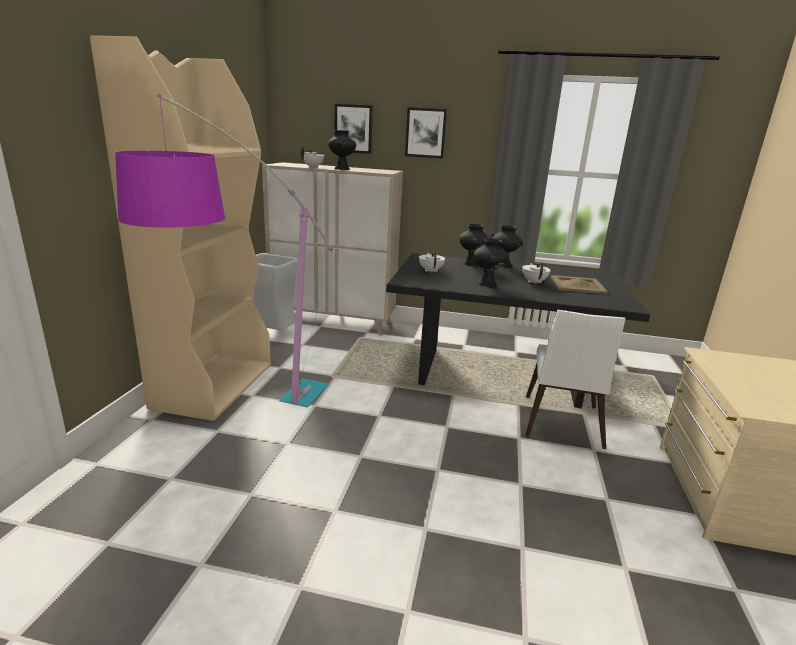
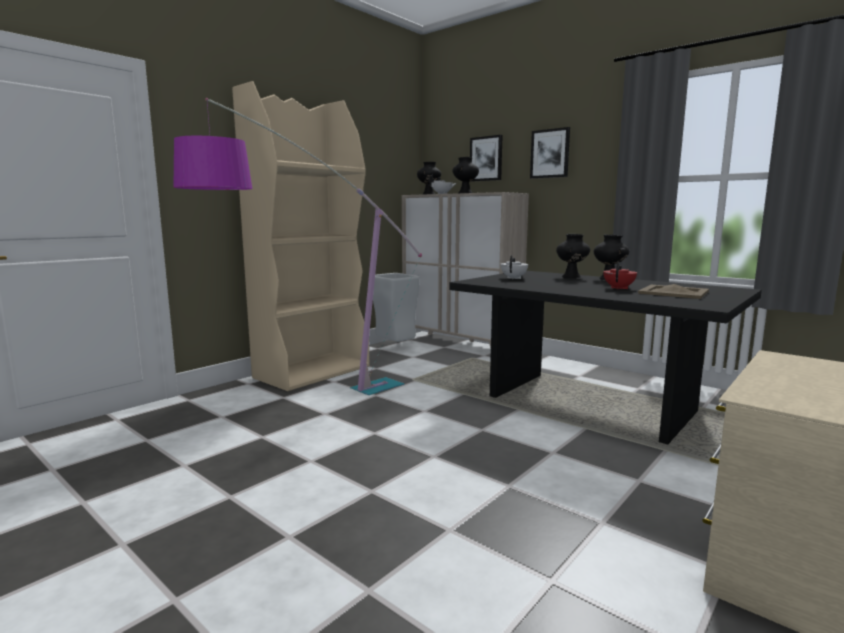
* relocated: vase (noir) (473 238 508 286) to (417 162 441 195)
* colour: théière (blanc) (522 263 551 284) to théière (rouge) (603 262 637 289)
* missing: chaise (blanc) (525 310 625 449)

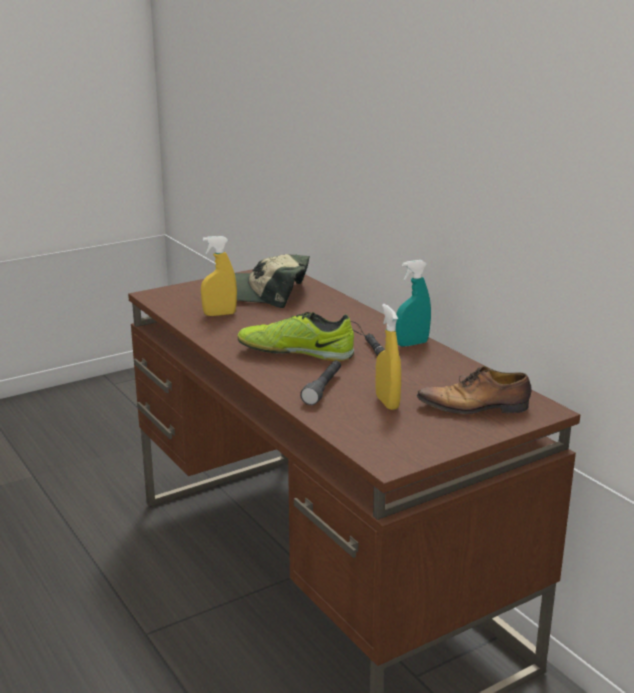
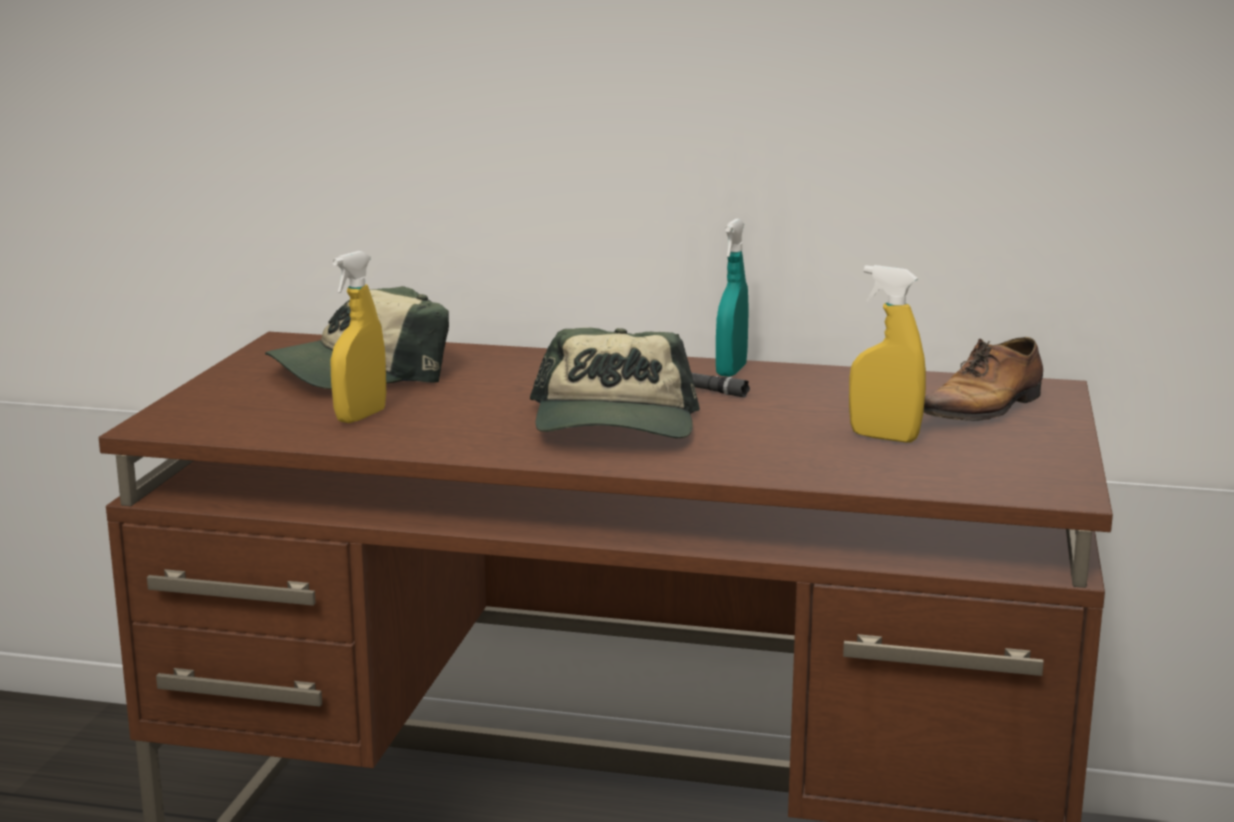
* exchanged: chaussure (237 312 354 361) to casquette (530 328 700 438)
* missing: lampe de poche (gris) (300 360 341 405)

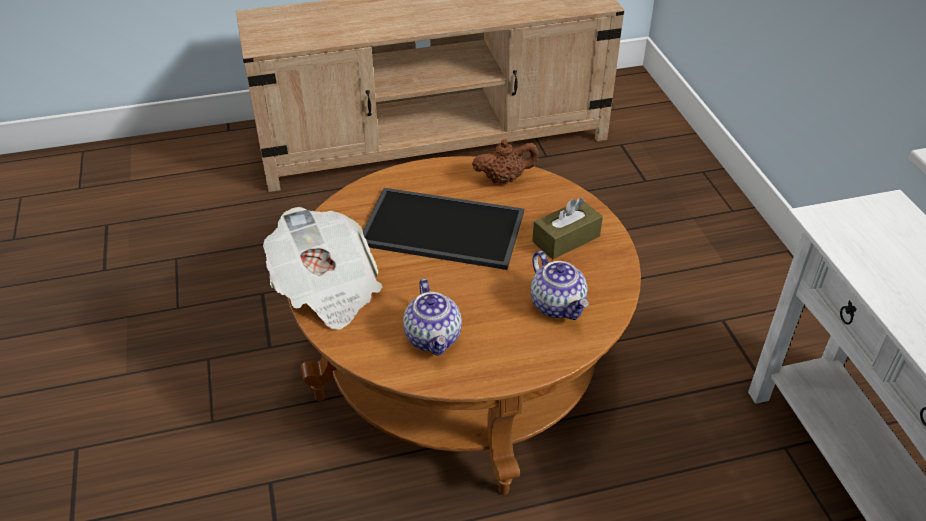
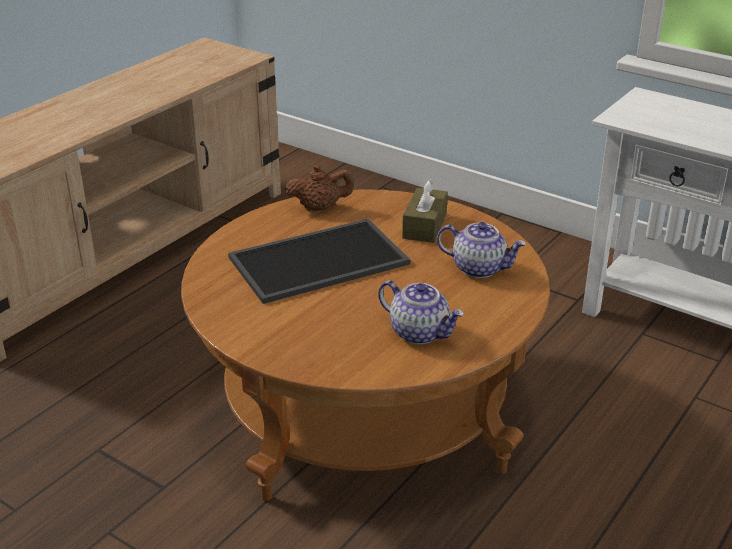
* spun: théière (marron) (472 139 539 183) = (285 164 354 211) 45 degrees clockwise
* missing: journal (263 207 382 329)

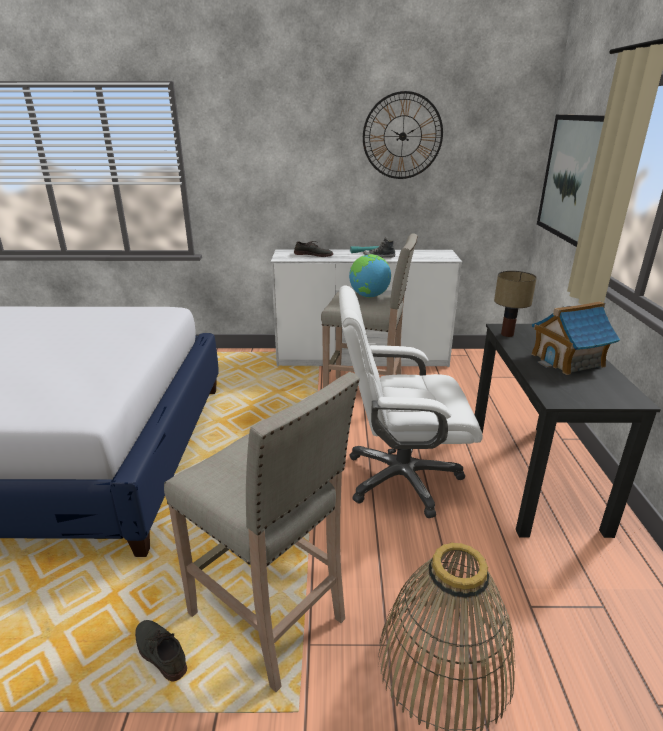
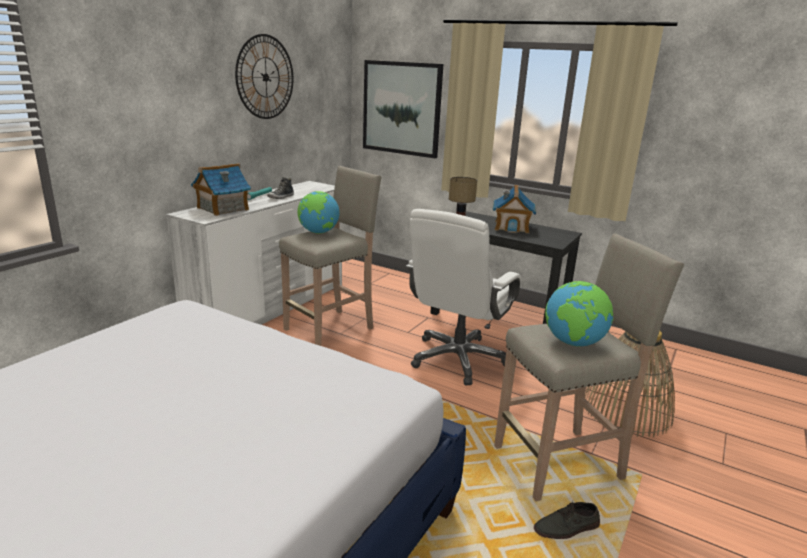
* exchanged: chaussure (gris) (294 241 333 257) to maison miniature (191 163 251 216)
* appeared: globe (545 281 613 347)

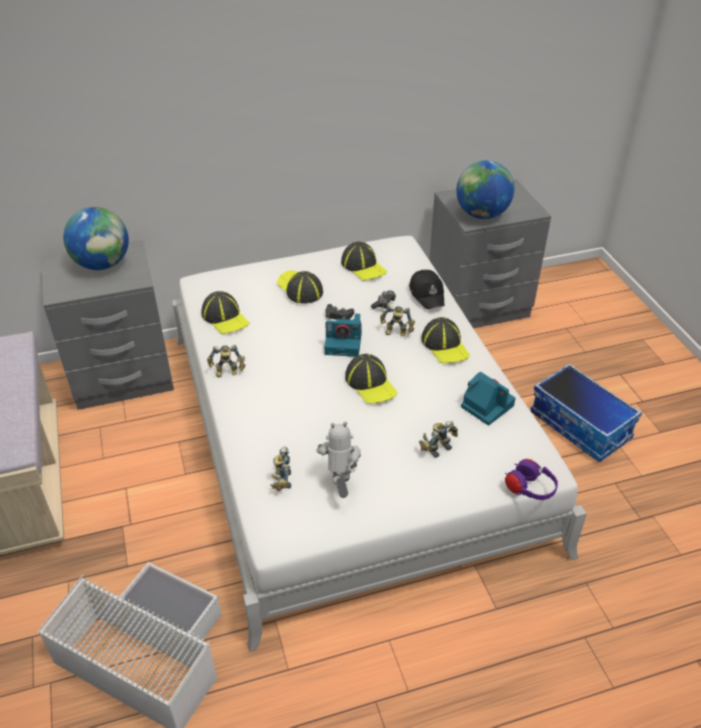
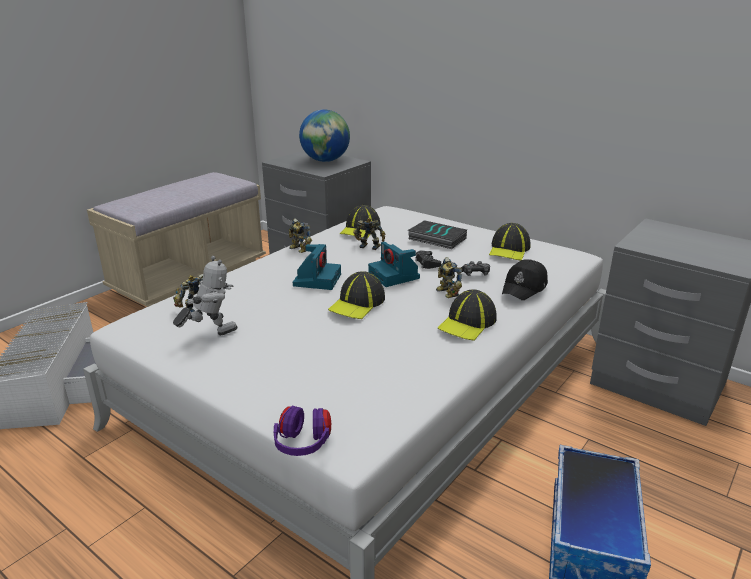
* missing: globe (456 160 514 219)
* exchanged: casquette (277 270 323 304) to livre (408 220 467 249)
* relocated: appareil photo (461 372 516 425) to (293 244 341 290)
* relocated: robot jouet (419 421 458 458) to (353 218 386 250)

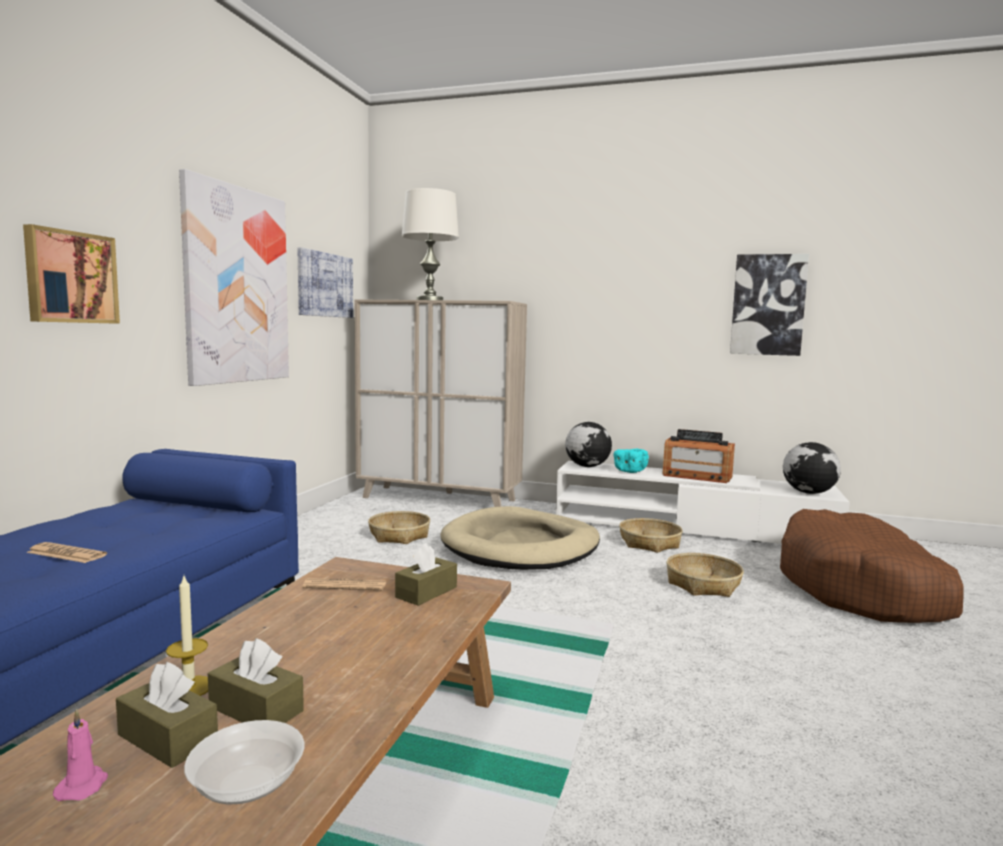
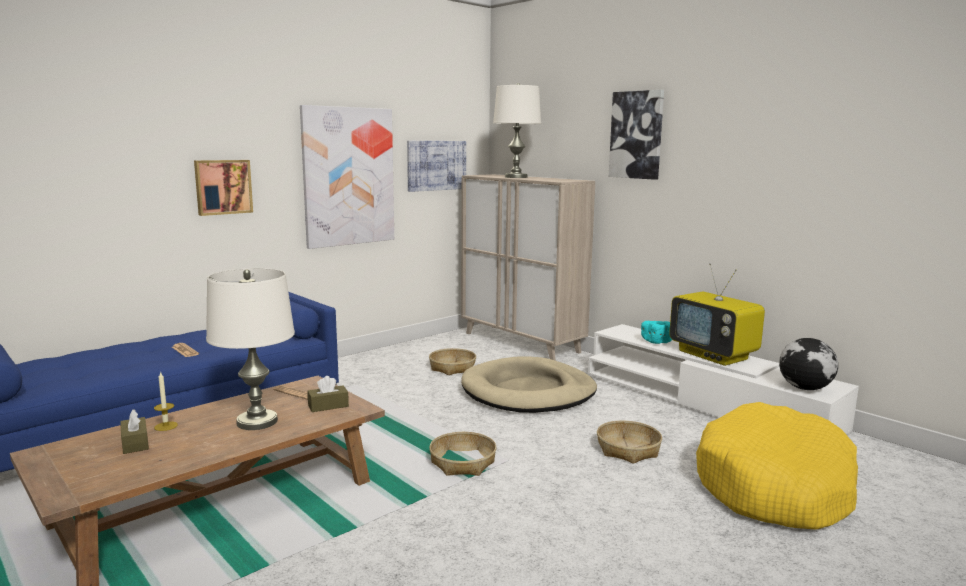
* relocated: tableau (730 254 809 356) to (609 90 664 180)
* missing: globe (565 422 612 467)
* exchanged: radio (662 429 735 483) to téléviseur (669 263 765 366)
* colour: panier pour chien (marron) (780 509 964 623) to panier pour chien (jaune) (696 402 858 530)
* relocated: panier (619 518 683 553) to (429 432 497 476)
* missing: boîte à mouchoirs (marron) (208 638 304 723)
* missing: bougie (rose) (53 708 108 801)
* missing: bol (184 720 304 804)
* appeared: lampe de table (blanc) (206 268 295 430)

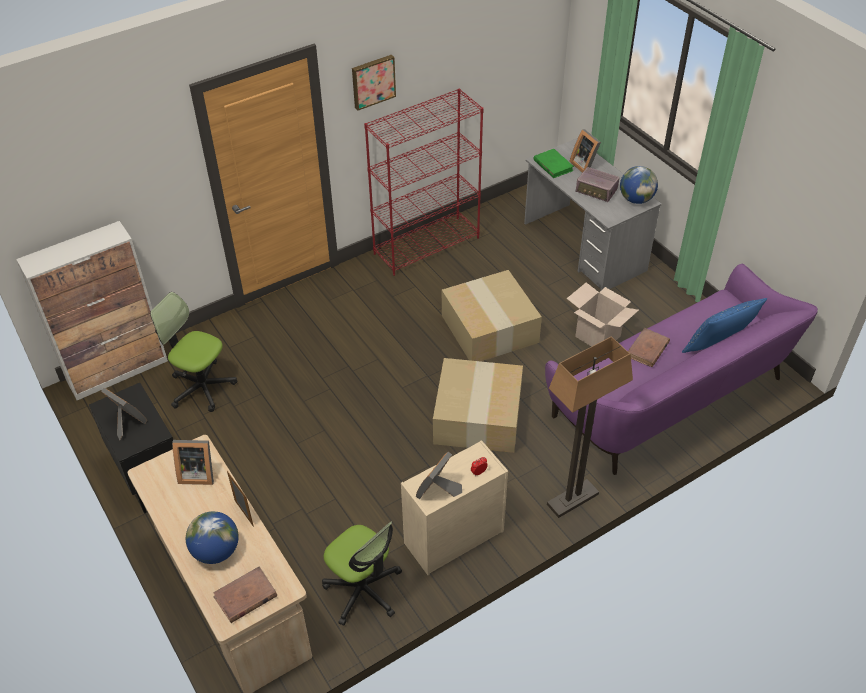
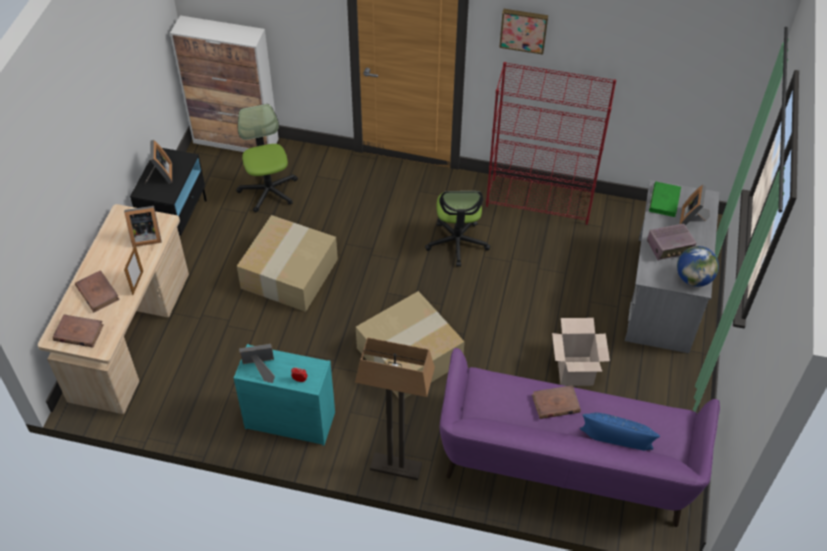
* spun: radio (576 167 620 202) = (647 224 696 261) 90 degrees counterclockwise
* relocated: carton (442 270 542 361) to (237 215 338 312)
* spun: cadre photo (172 440 214 485) = (124 206 162 247) 60 degrees counterclockwise
* colour: commode (beige) (401 440 508 575) to commode (turquoise) (234 344 335 446)
* exchanged: globe (186 511 239 564) to livre (marron) (75 270 120 312)
* relocated: chaise de bureau (322 521 402 626) to (425 191 491 267)

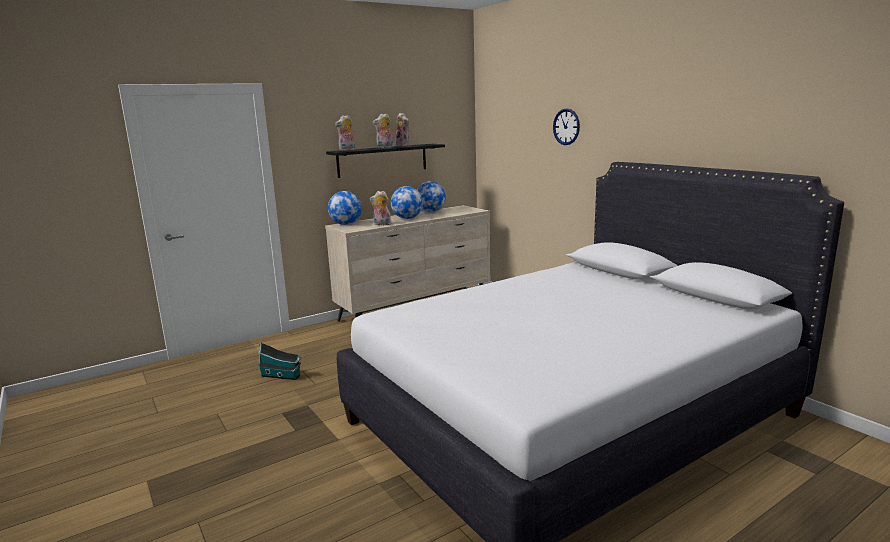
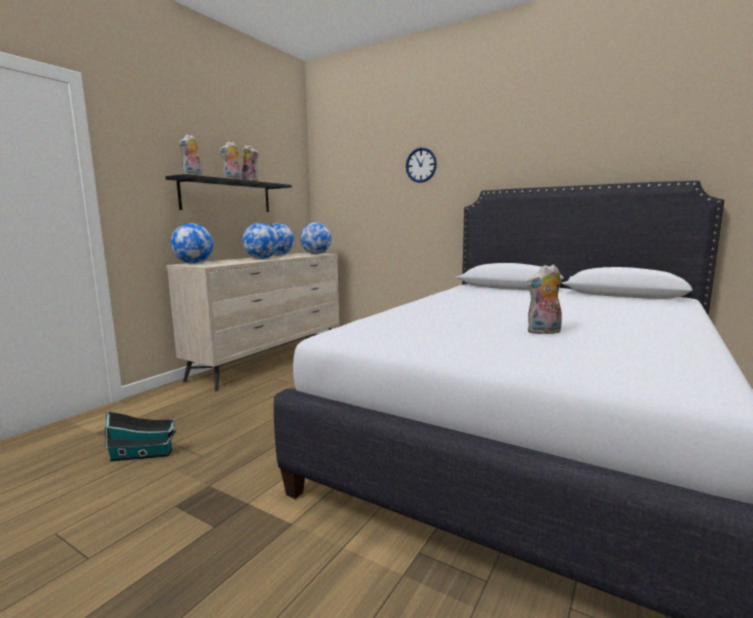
* relocated: peluche (370 191 391 225) to (527 264 562 335)
* appeared: globe (300 222 331 254)

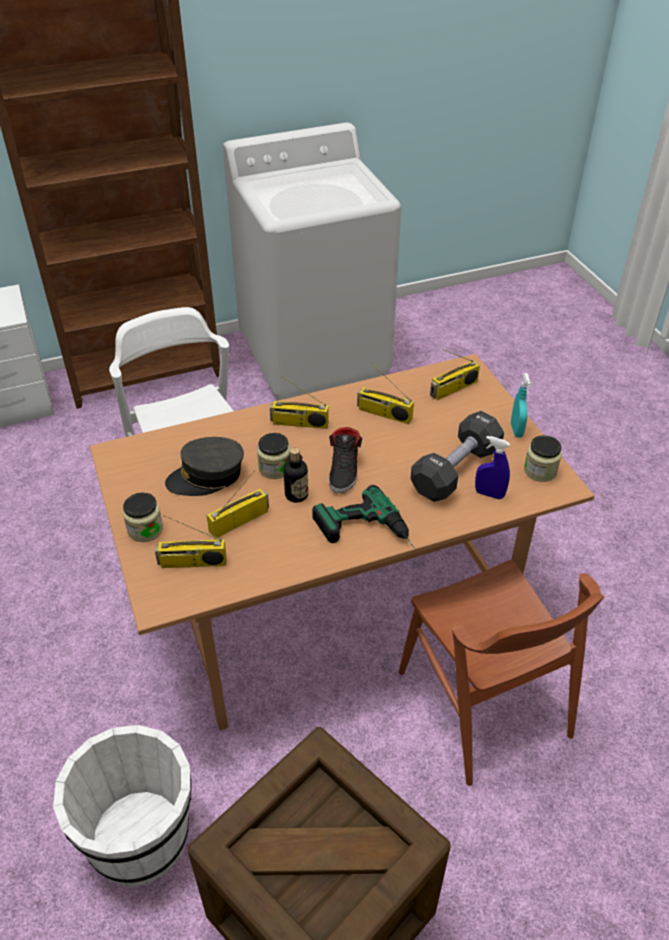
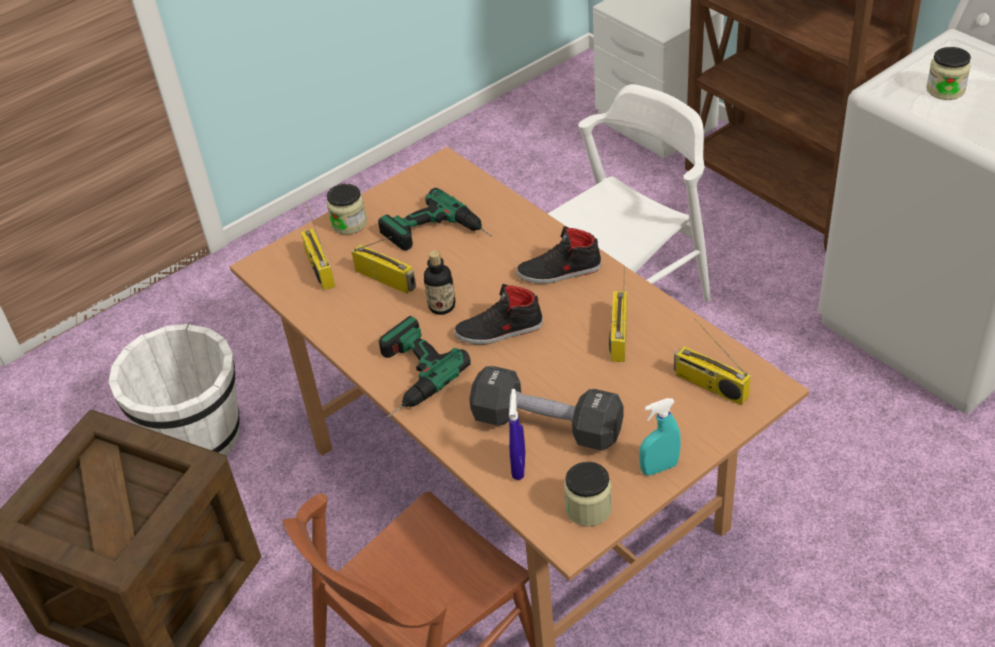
* exchanged: radio (270 376 329 429) to chaussure (noir) (516 226 601 284)
* relocated: bocal (257 433 291 479) to (926 47 971 100)
* exchanged: casquette (gris) (165 437 244 496) to perceuse (378 188 492 251)

